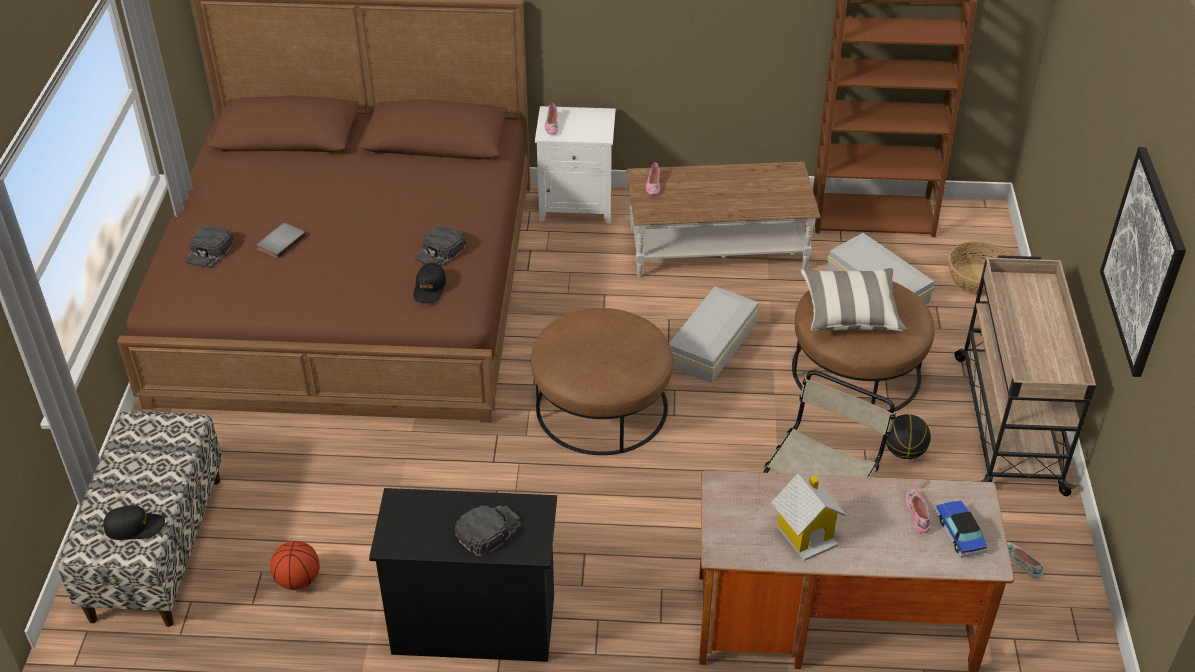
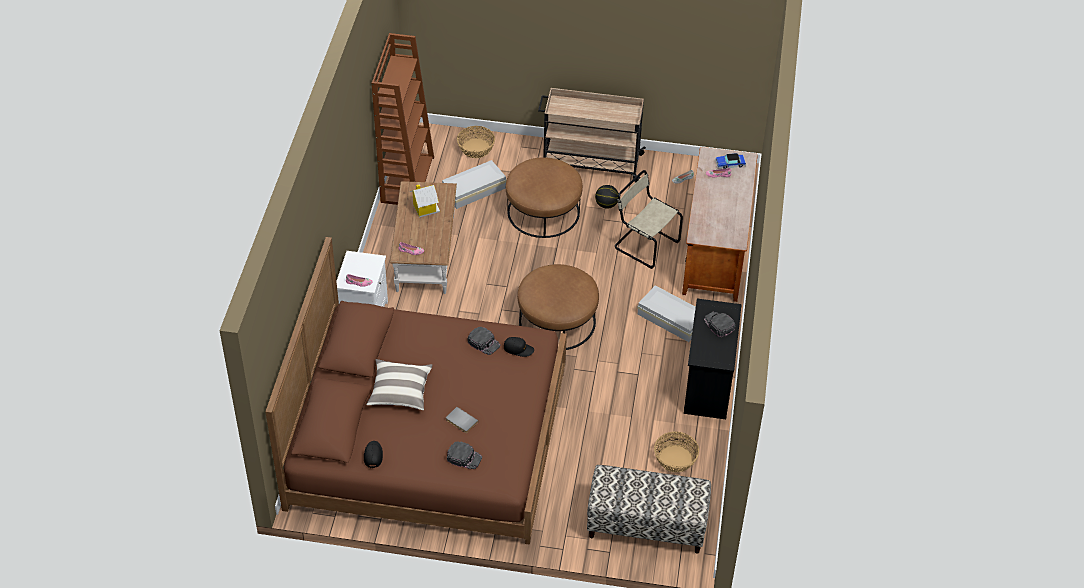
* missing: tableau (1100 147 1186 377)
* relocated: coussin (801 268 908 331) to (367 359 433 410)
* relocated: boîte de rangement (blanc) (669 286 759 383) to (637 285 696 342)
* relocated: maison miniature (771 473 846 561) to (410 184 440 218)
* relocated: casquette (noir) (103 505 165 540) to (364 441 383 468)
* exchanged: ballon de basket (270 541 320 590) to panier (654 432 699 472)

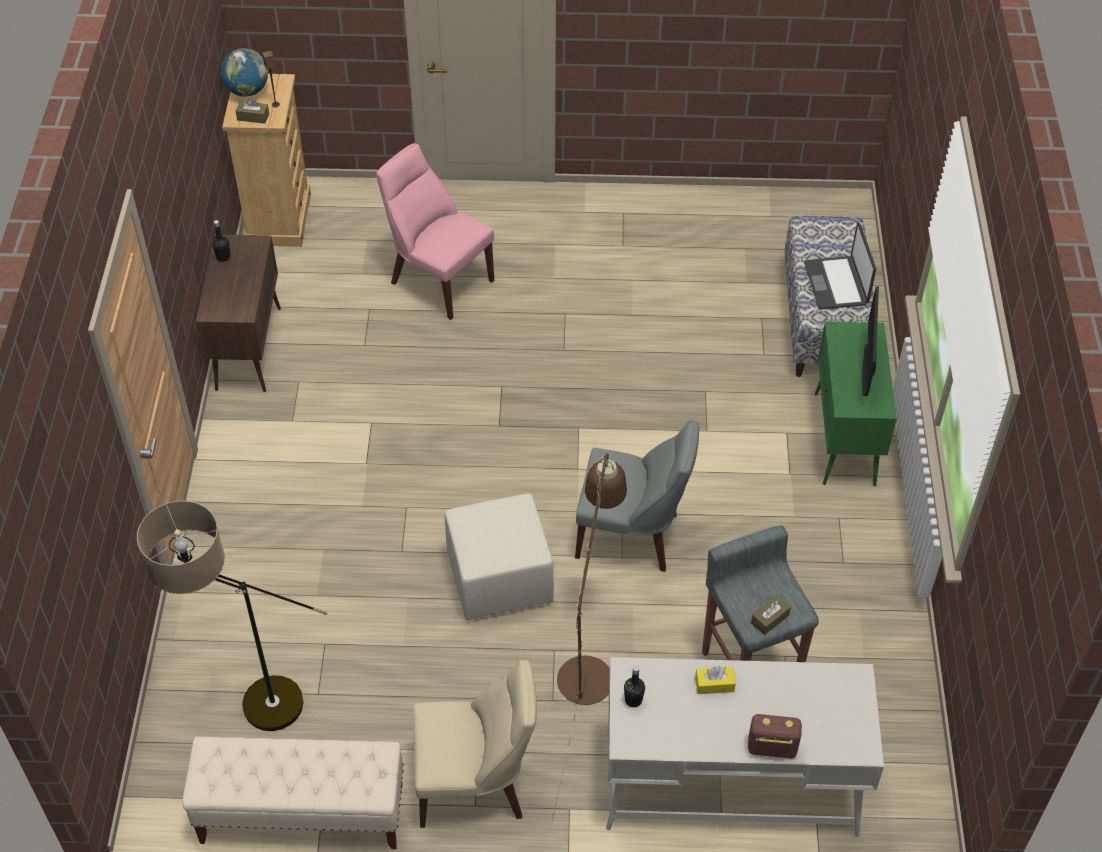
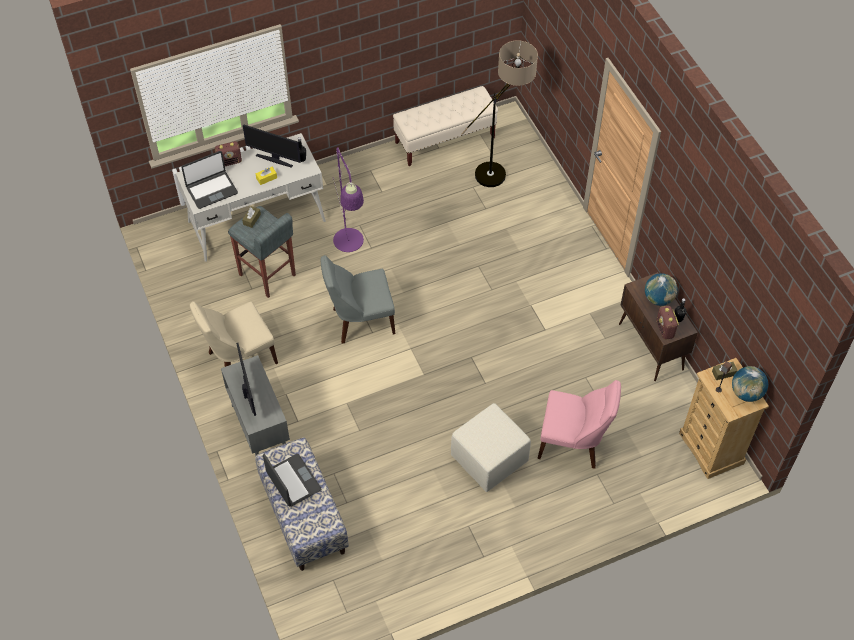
* colour: meuble de rangement (vert) (814 321 897 486) to meuble de rangement (gris) (221 355 290 456)
* colour: lampadaire (marron) (552 453 627 820) to lampadaire (violet) (333 148 364 252)
* relocated: pouf (beige) (445 493 554 620) to (451 403 531 492)
* relocated: chaise (beige) (413 659 537 828) to (190 301 278 367)
* appeared: écran d'ordinateur (243 124 301 168)
* appeared: ordinateur portable (182 151 238 209)
* appeared: globe (645 273 678 306)
* appeared: radio (656 306 679 340)

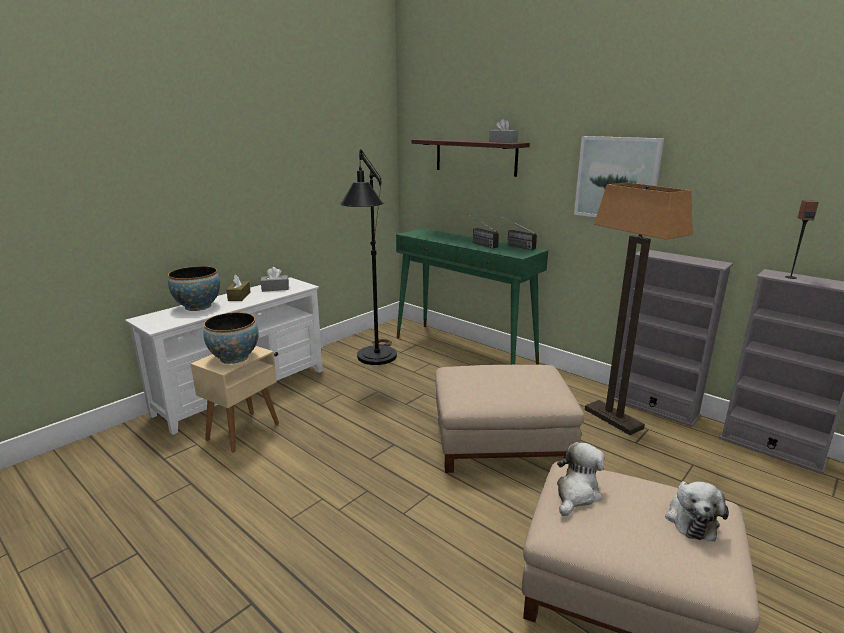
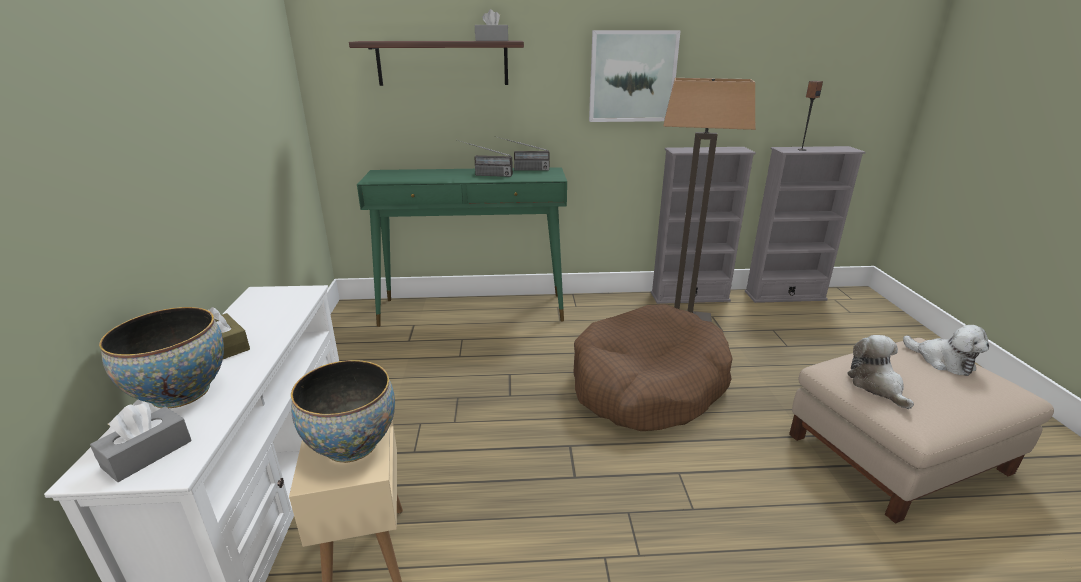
* missing: lampadaire (noir) (340 149 397 365)
* relocated: boîte à mouchoirs (gris) (261 267 289 292) to (90 404 192 482)
* exchanged: pouf (beige) (435 365 584 473) to panier pour chien (marron) (573 304 733 431)

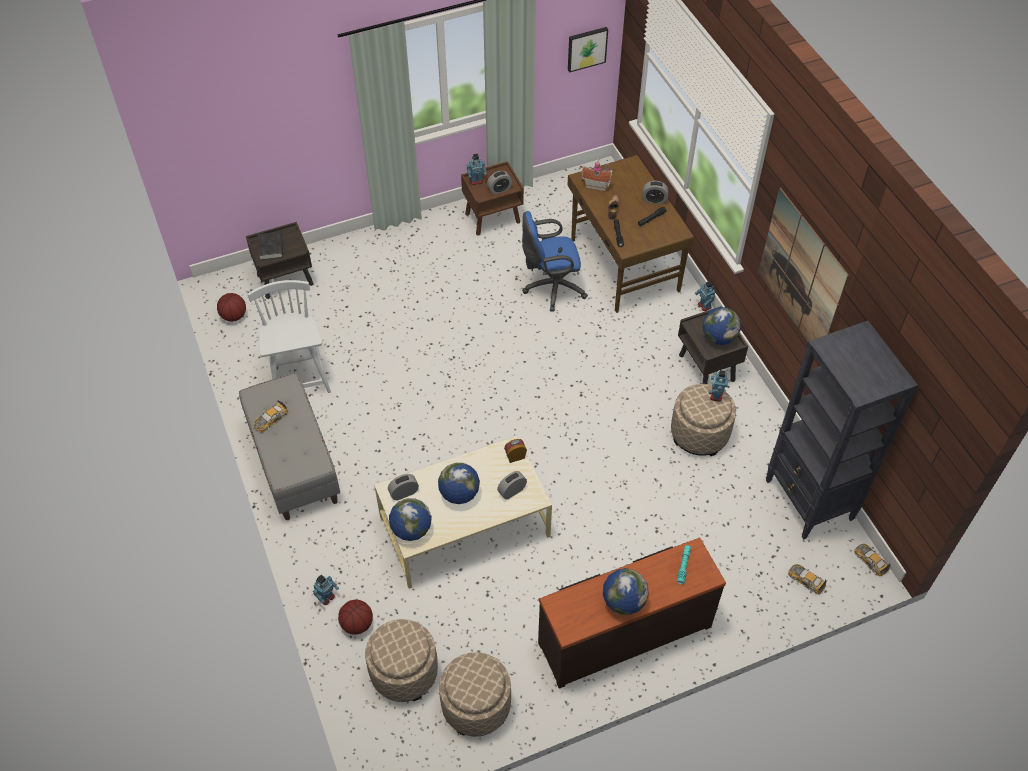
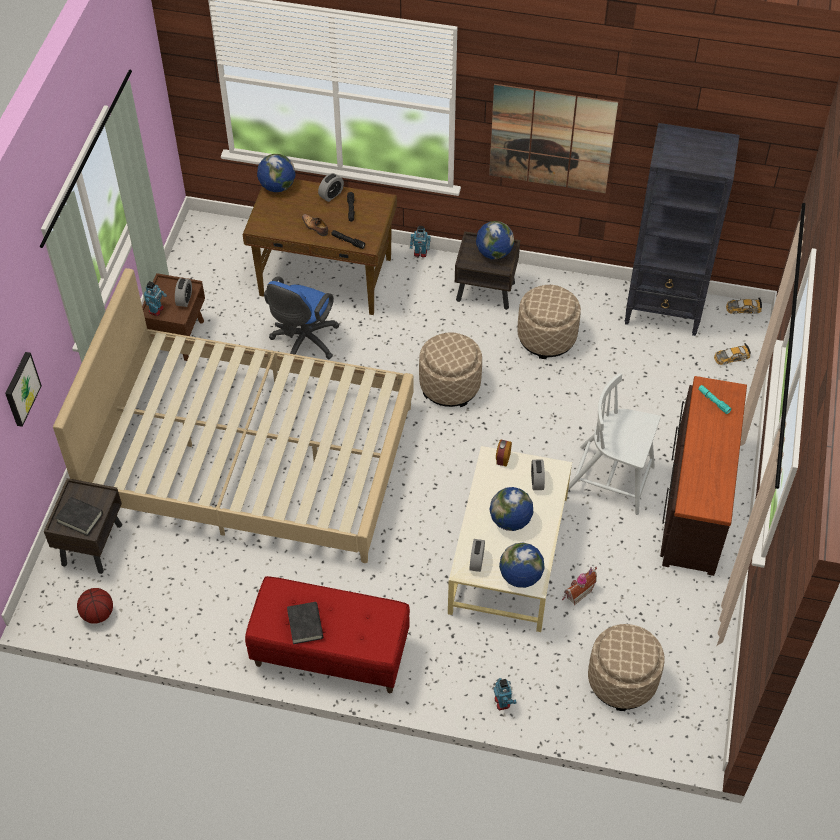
* relocated: tableau (568 27 608 73) to (5 352 42 427)
* relocated: maison miniature (580 161 615 191) to (562 567 597 605)
* relocated: chaise (blanc) (248 280 331 393) to (568 373 661 515)
* missing: robot jouet (709 370 728 402)
* colour: banc (gris) (239 373 340 520) to banc (rouge) (245 576 410 693)
* exchanged: petite voiture (254 400 289 432) to livre (noir) (287 602 323 644)
* relocated: globe (603 568 649 615) to (257 154 296 192)
* missing: ballon de basket (338 600 373 635)
* relocated: pouf (beige) (439 652 511 737) to (419 332 482 407)
* appeared: lit (beige) (53 268 414 563)

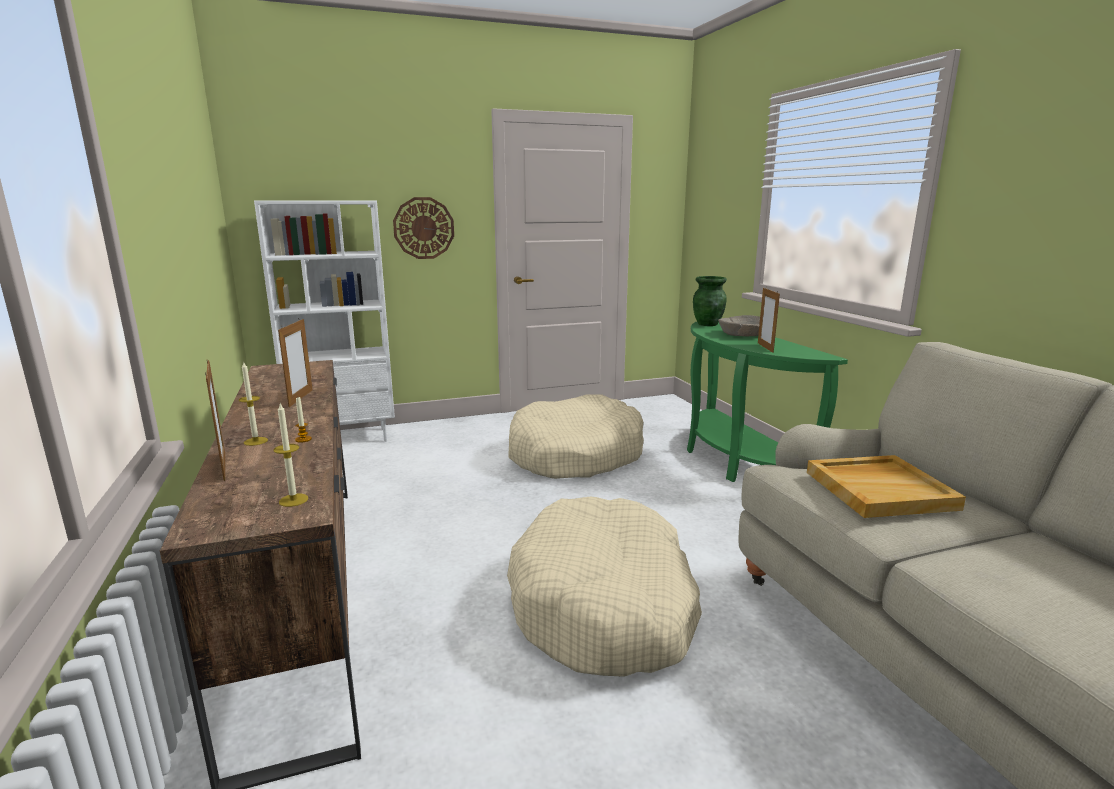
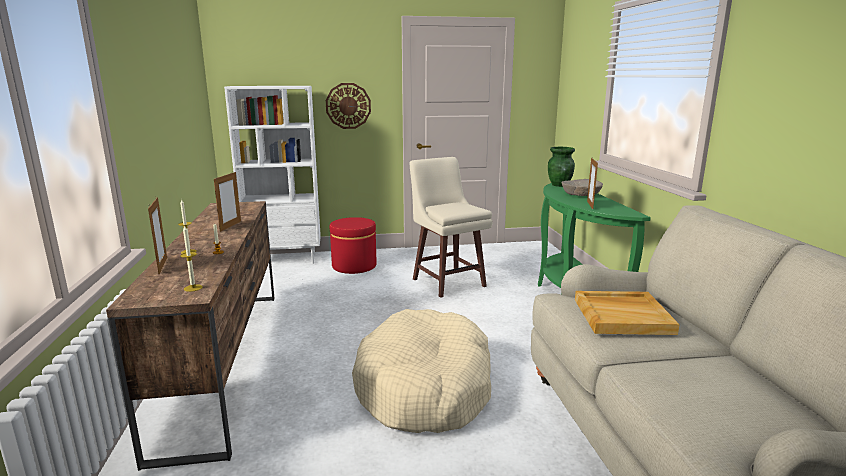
* exchanged: panier pour chien (beige) (508 394 644 479) to tabouret (beige) (409 157 493 298)
* appeared: pouf (rouge) (330 217 377 274)

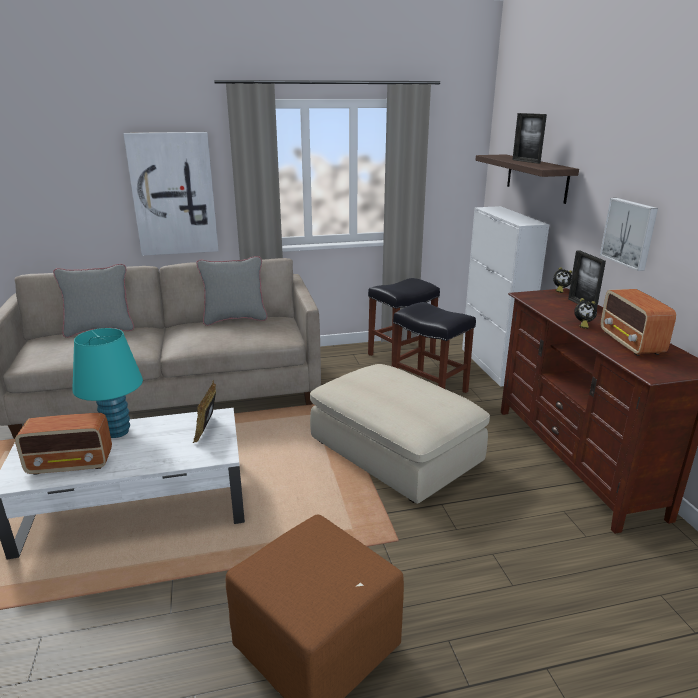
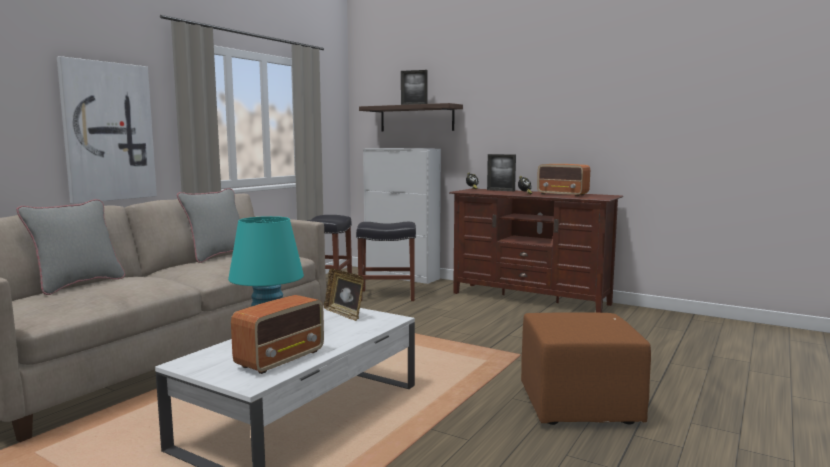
* missing: tableau (600 198 658 271)
* missing: pouf (beige) (310 364 490 504)

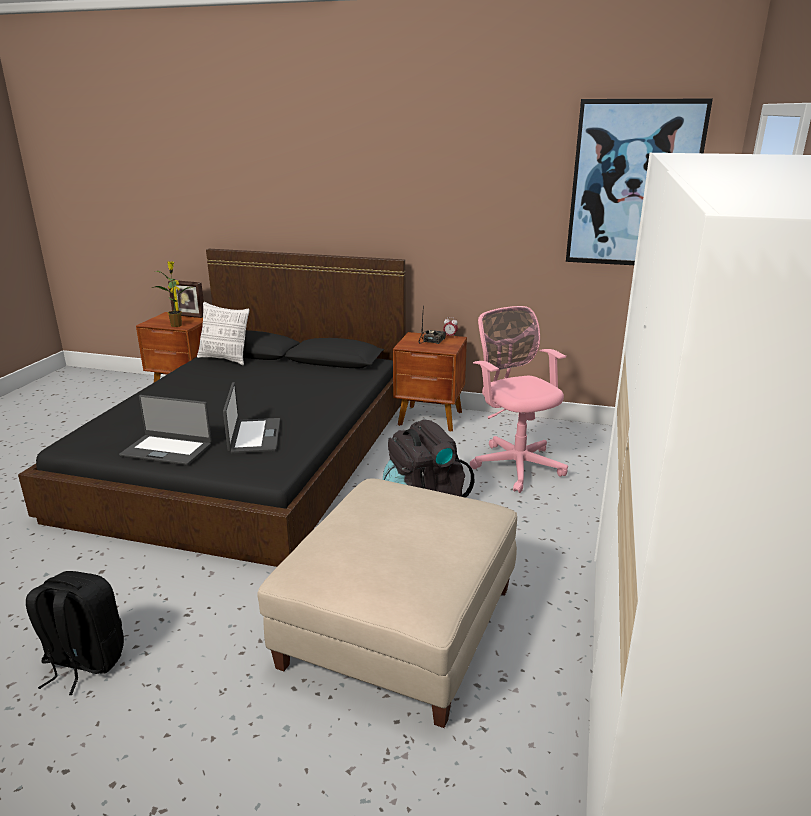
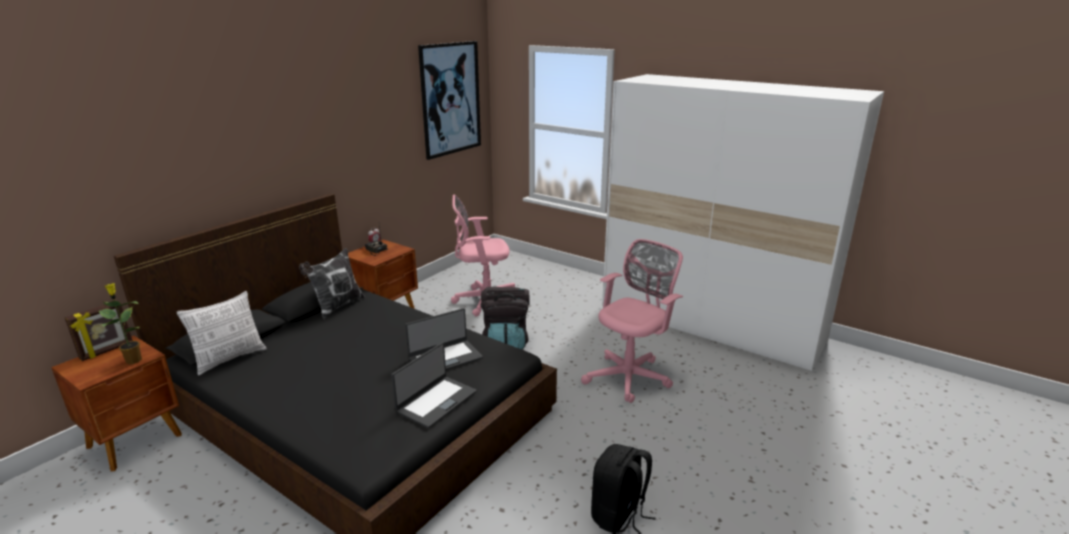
* spun: ordinateur portable (223 382 280 454) = (405 308 483 370) 135 degrees clockwise
* exchanged: pouf (beige) (257 478 517 728) to chaise de bureau (rose) (581 239 683 403)
* appeared: coussin (299 248 365 320)

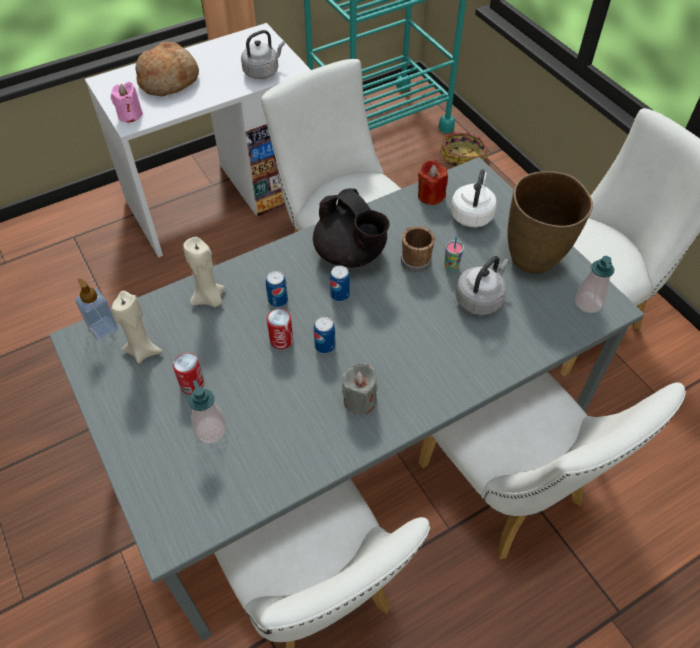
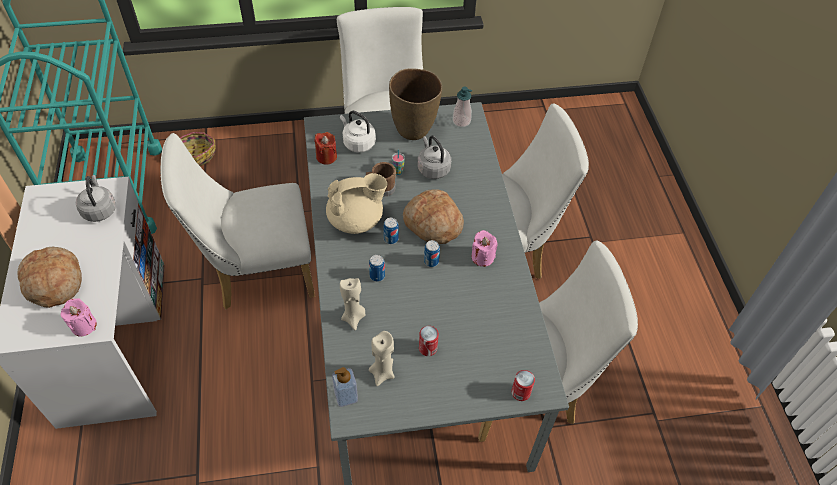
* colour: théière (noir) (313 188 390 268) to théière (beige) (326 173 387 234)
* relocated: boîte métallique (267 309 293 349) to (511 370 535 401)
* colour: bougie (gris) (342 363 378 415) to bougie (rose) (472 230 498 267)
* missing: distributeur de savon (188 380 227 444)
* appeared: pain (403 189 464 244)

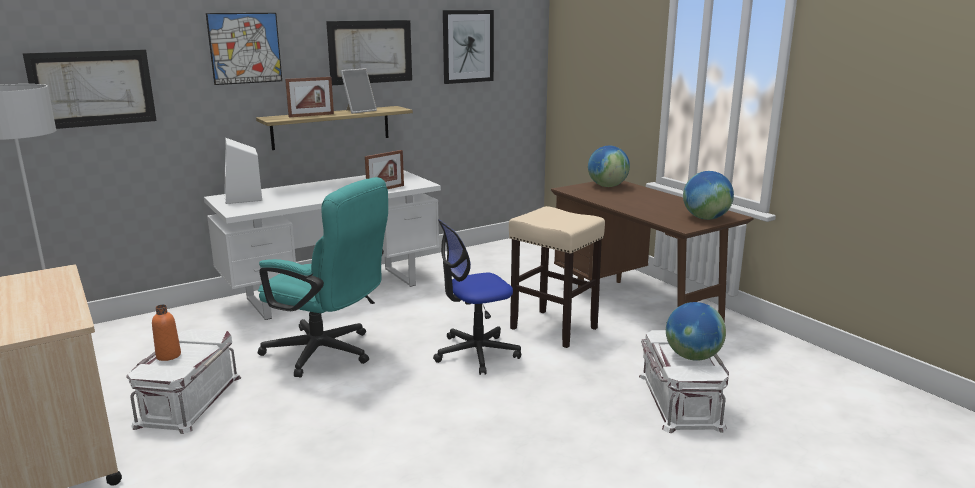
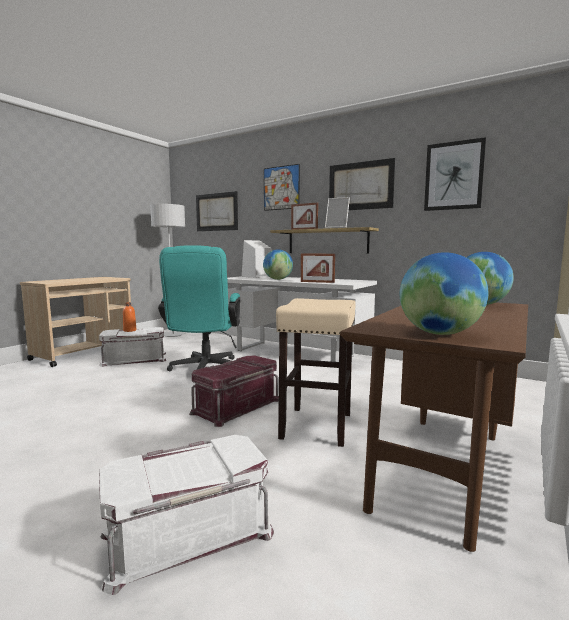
* exchanged: chaise de bureau (433 219 521 375) to boîte de rangement (rouge) (189 356 279 427)
* relocated: globe (666 302 726 361) to (263 249 293 280)

